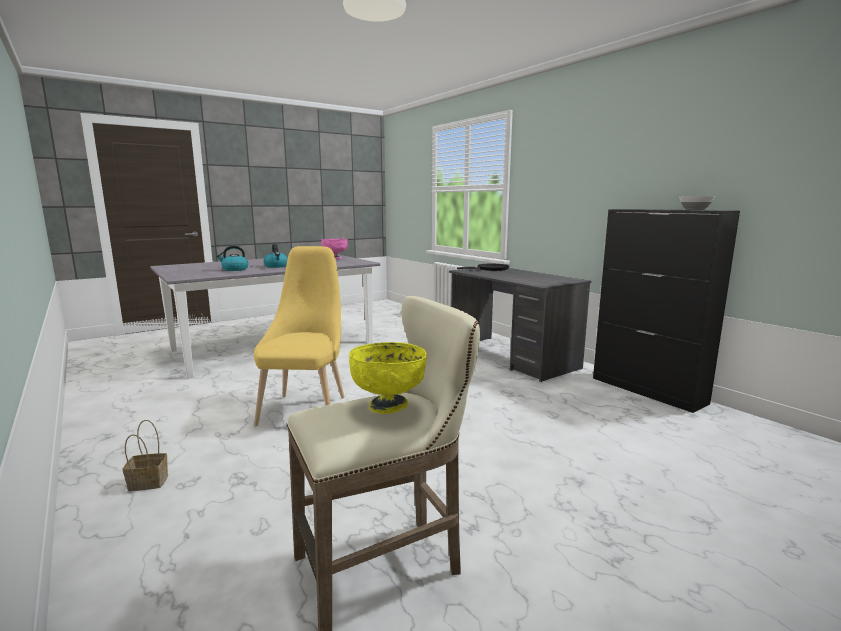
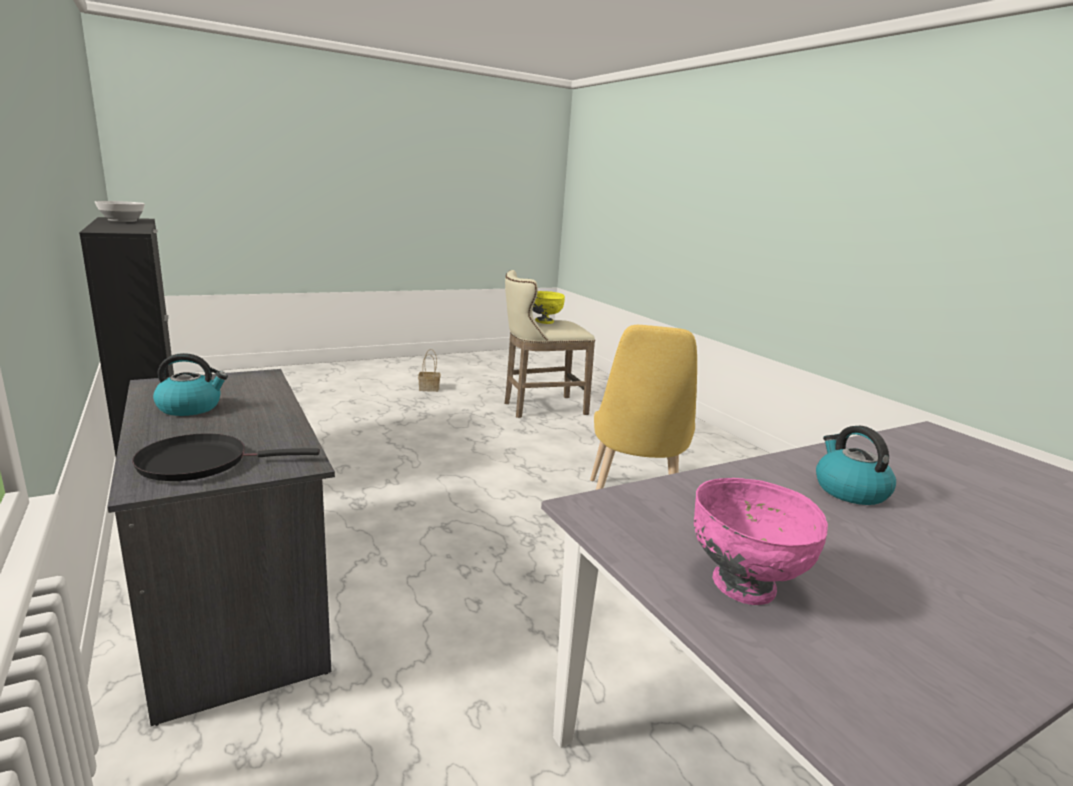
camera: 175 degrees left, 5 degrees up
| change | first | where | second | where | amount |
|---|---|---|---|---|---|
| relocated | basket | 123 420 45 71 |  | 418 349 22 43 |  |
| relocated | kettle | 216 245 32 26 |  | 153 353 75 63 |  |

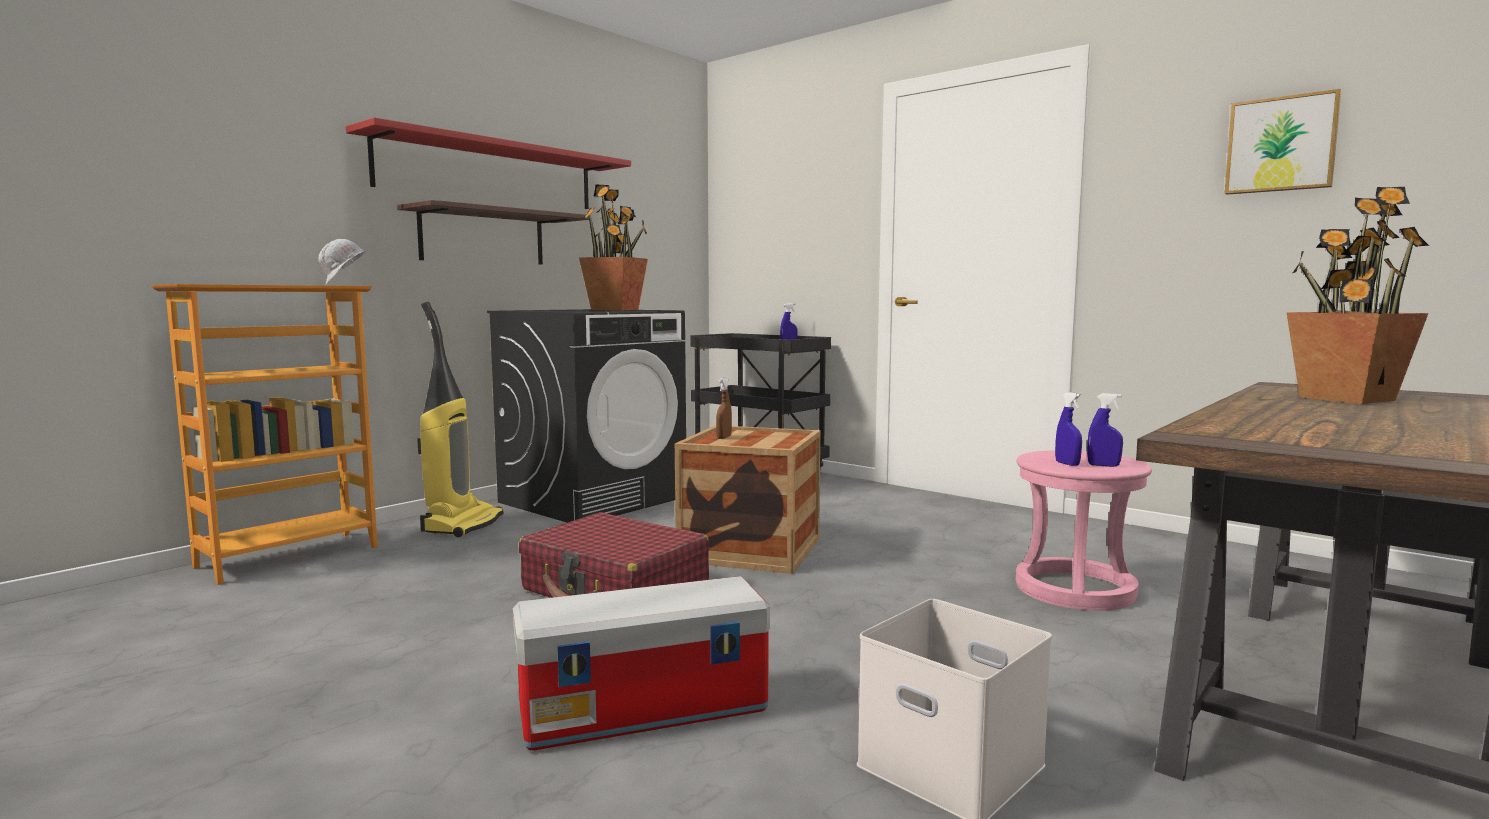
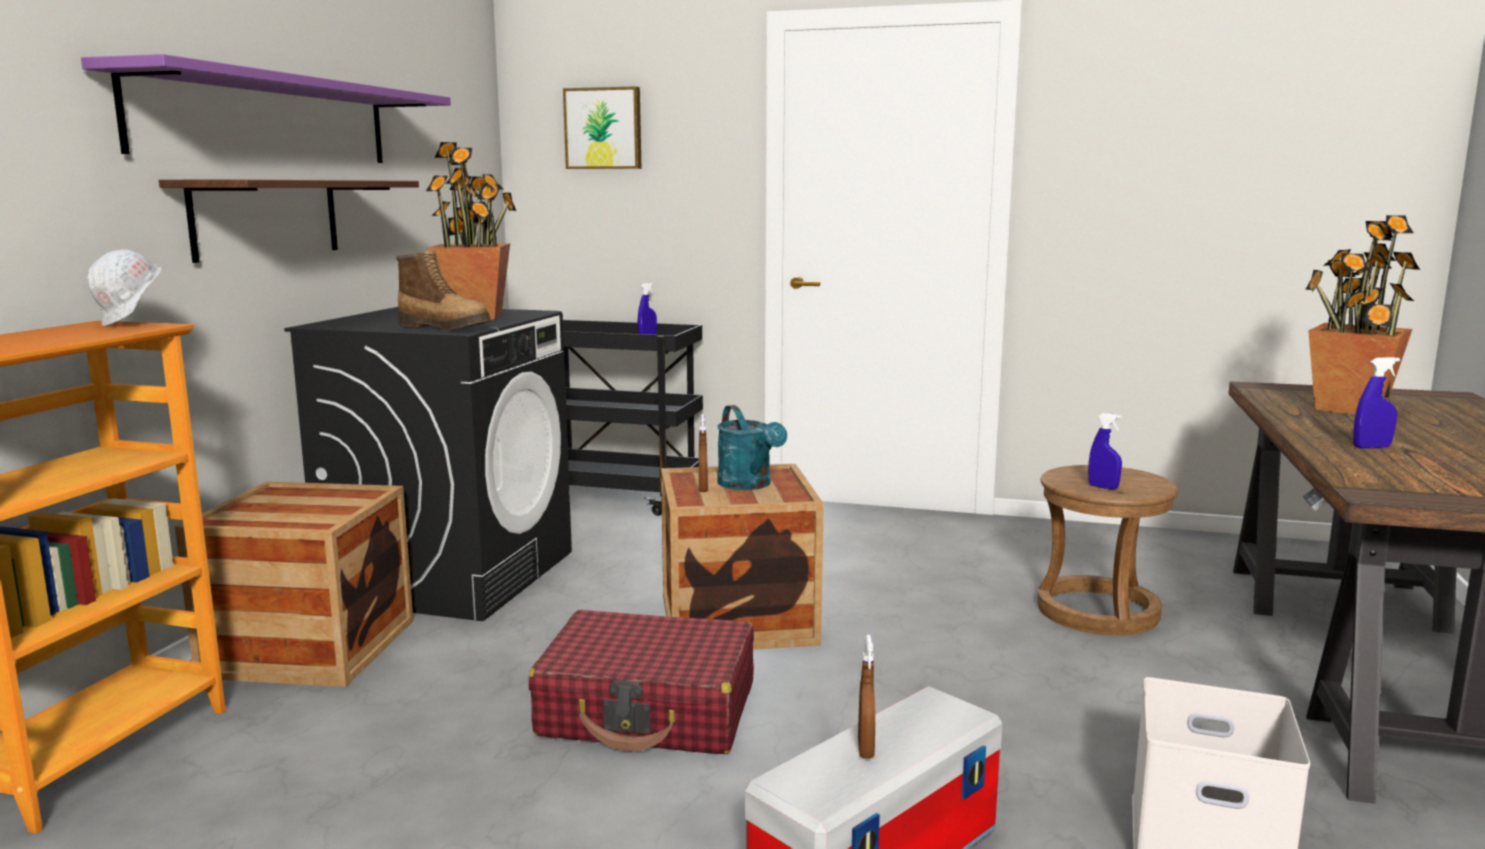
camera: 25 degrees left, 5 degrees up
| change | first | where | second | where | amount |
|---|---|---|---|---|---|
| colour | red_shelf | 346 117 285 92 | purple_shelf | 81 54 370 109 |  |
| exchanged | vacuum_cleaner | 417 302 87 235 | crate | 175 481 238 206 |  |
| colour | pink_stool | 1016 450 136 161 | brown_stool | 1037 465 142 170 |  |
| relocated | blue_spray_bottle | 1087 393 36 74 |  | 1353 357 47 91 |  |
| relocated | picture | 1224 89 117 106 |  | 563 86 79 83 |  |
| appeared |  |  | boot | 396 251 95 79 |  |
| appeared |  |  | turquoise_watering_can | 717 405 70 85 |  |
| appeared |  |  | brown_spray_bottle | 858 635 17 124 |  |

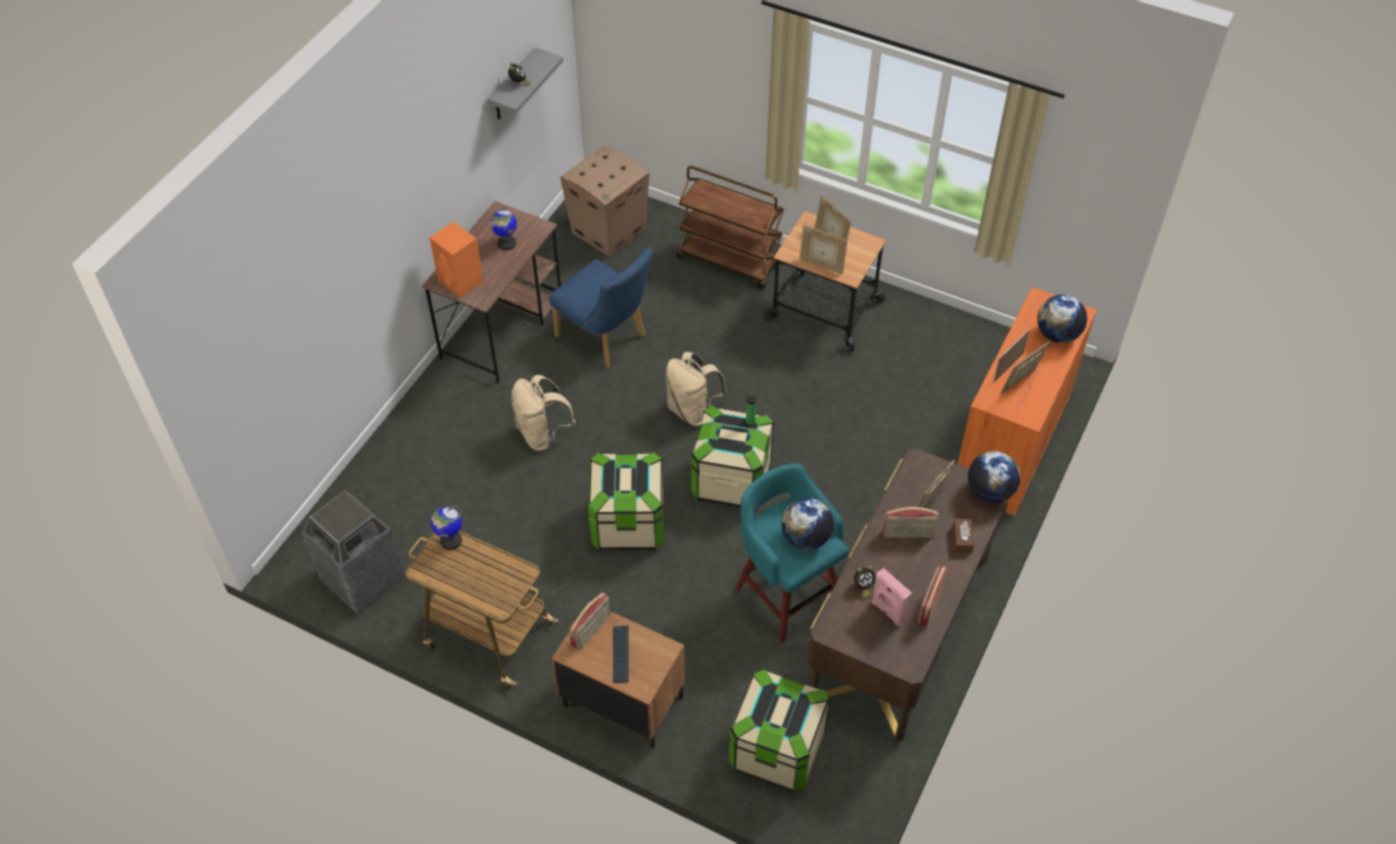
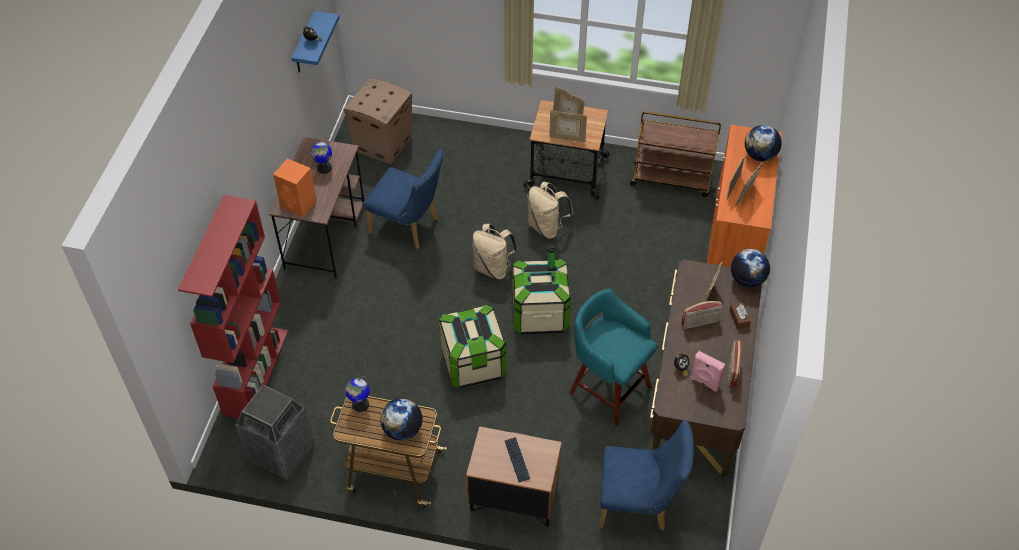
camera: 15 degrees left, 0 degrees up
| change | first | where | second | where | amount |
|---|---|---|---|---|---|
| colour | grey_shelf | 487 47 76 73 | blue_shelf | 291 11 48 62 |  |
| relocated | beige_backpack | 511 375 65 76 |  | 528 182 45 57 |  |
| missing | radio | 569 592 42 58 |  |  |  |
| relocated | brown_cart | 676 166 108 124 |  | 630 112 91 85 |  |
| exchanged | storage_box | 729 669 101 123 | blue_chair | 599 420 95 110 |  |
| relocated | globe | 781 498 53 52 |  | 380 398 43 42 |  |
| appeared |  |  | red_bookcase | 178 195 110 223 |  |

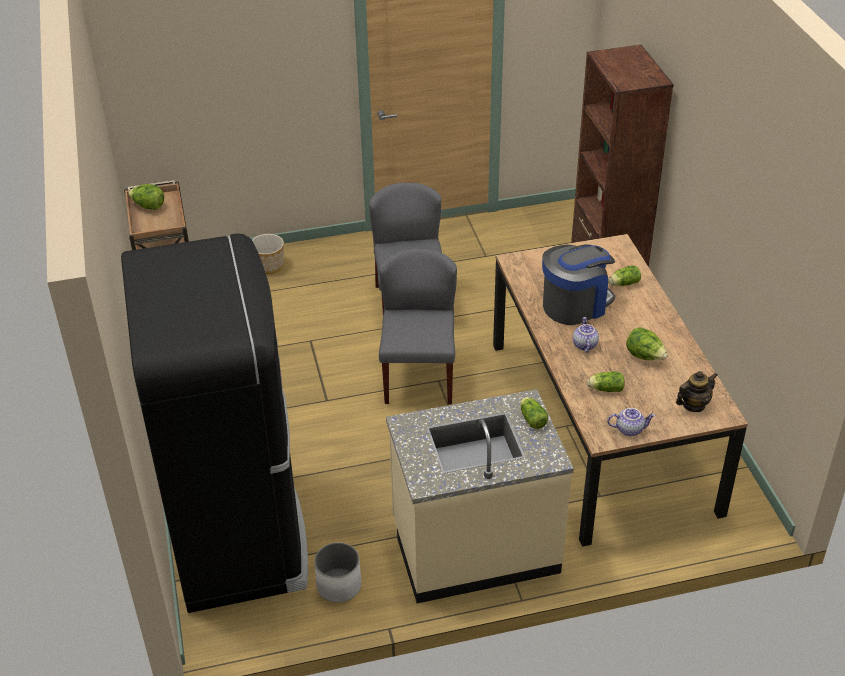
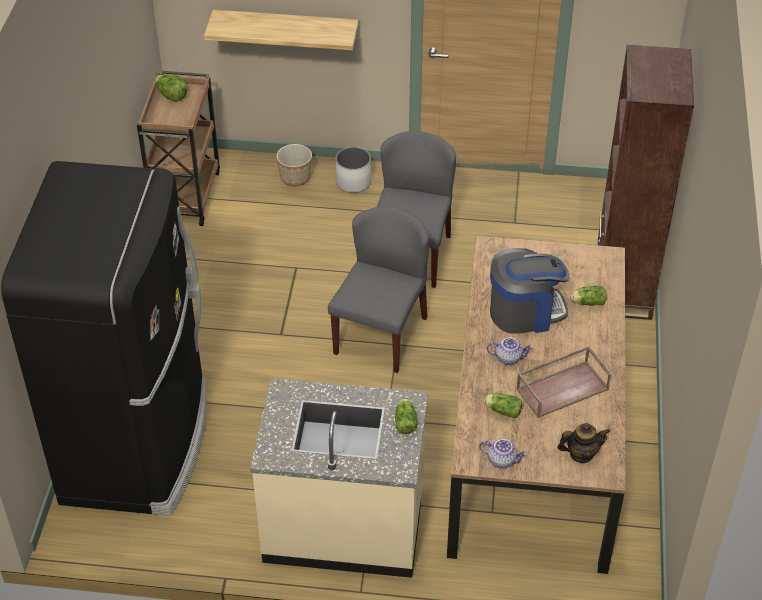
camera: 20 degrees right, 5 degrees up
| change | first | where | second | where | amount |
|---|---|---|---|---|---|
| relocated | white_planter | 314 542 47 60 |  | 336 147 35 46 |  |
| spun | teapot | 573 317 26 36 |  | 487 337 46 28 | 75 degrees clockwise |
| exchanged | lettuce | 626 327 42 33 | brown_tray | 516 346 95 72 |  |
| appeared |  |  | shelf | 204 10 155 40 |  |

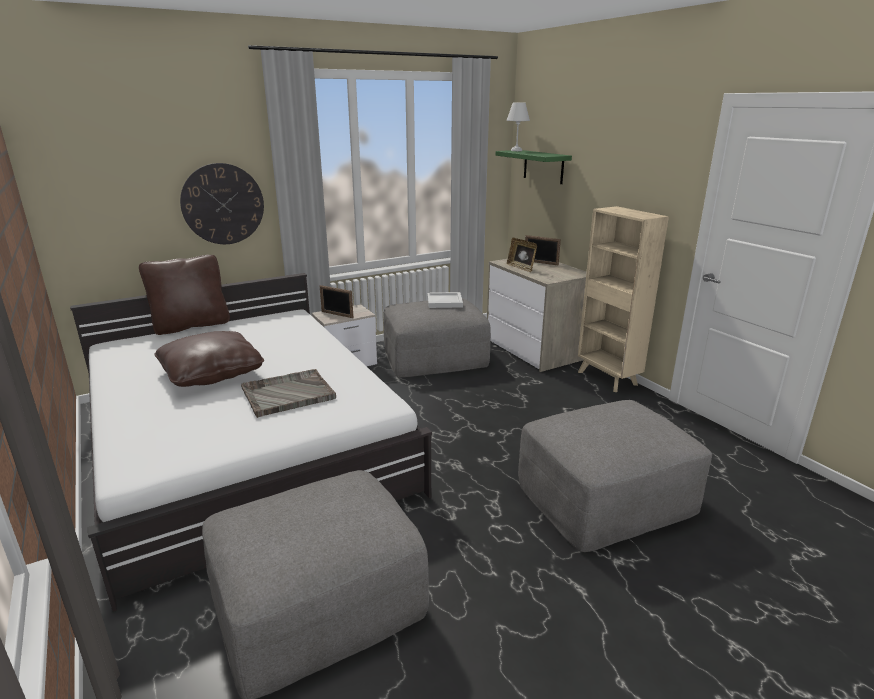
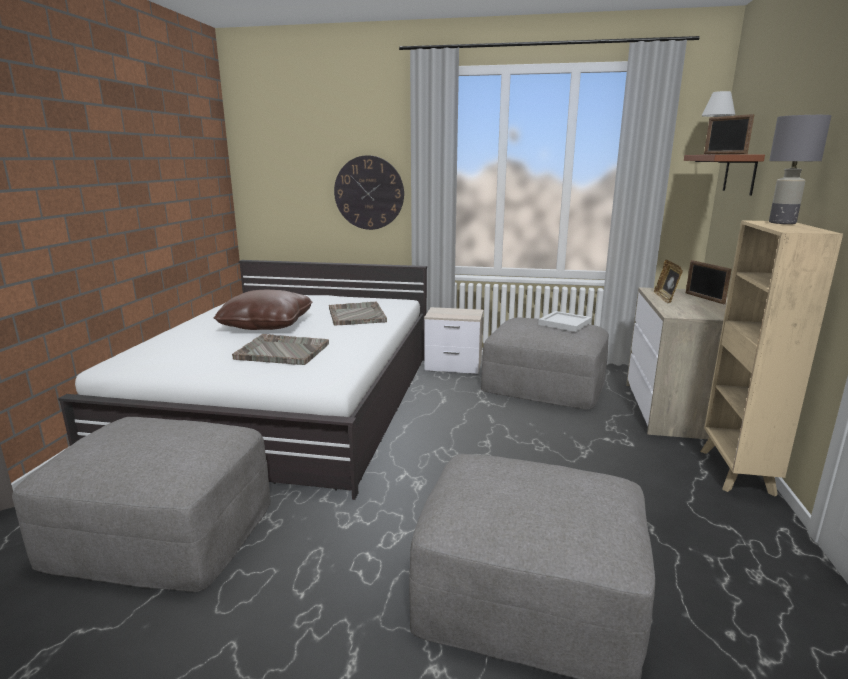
camera: 40 degrees right, 5 degrees down
| change | first | where | second | where | amount |
|---|---|---|---|---|---|
| missing | brown_pillow | 139 255 91 80 |  |  |  |
| relocated | picture_frame | 320 285 34 33 |  | 704 114 51 41 |  |
| colour | green_shelf | 496 150 76 34 | brown_shelf | 684 155 81 40 |  |
| appeared |  |  | grey_tray | 329 302 58 24 |  |
| appeared |  |  | grey_table_lamp | 769 115 63 109 |  |

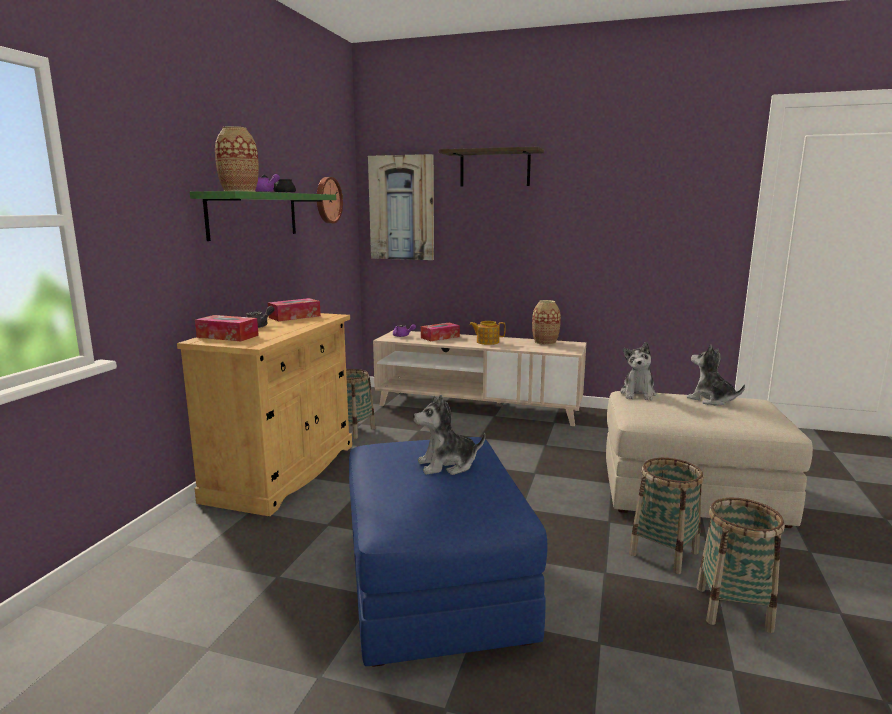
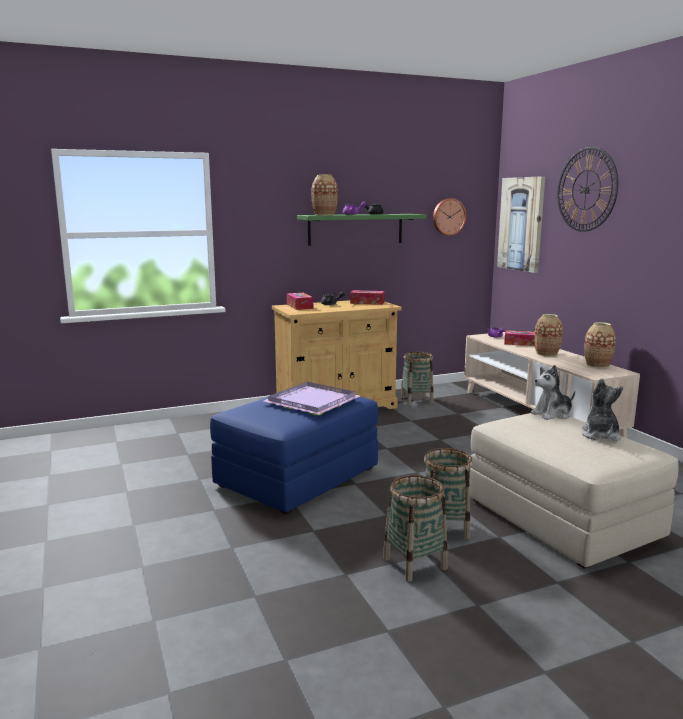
camera: 50 degrees right, 0 degrees up
| change | first | where | second | where | amount |
|---|---|---|---|---|---|
| exchanged | plush_toy | 413 395 72 80 | purple_tray | 264 382 96 33 |  |
| exchanged | shelf | 438 147 106 40 | wall_clock | 557 147 61 85 |  |
| exchanged | teapot | 469 321 37 24 | vase | 534 314 29 43 |  |

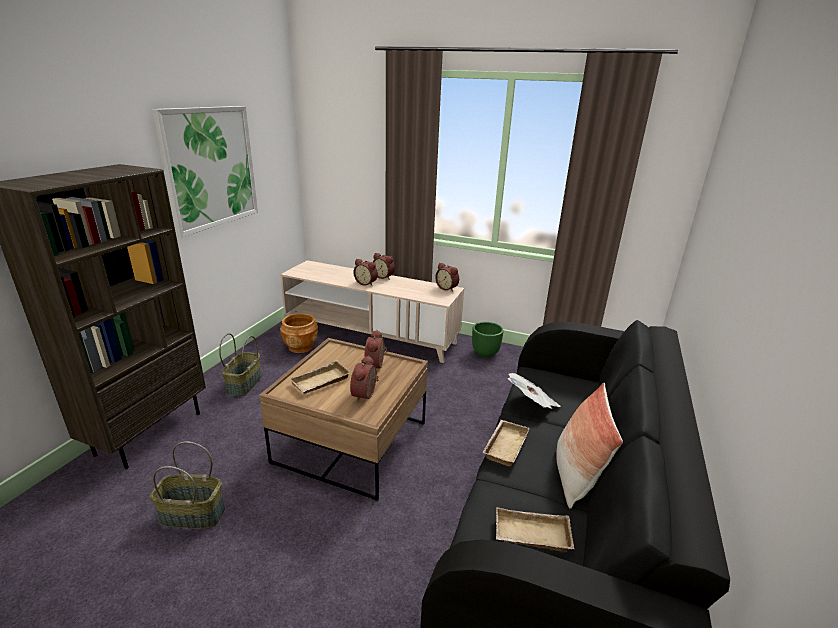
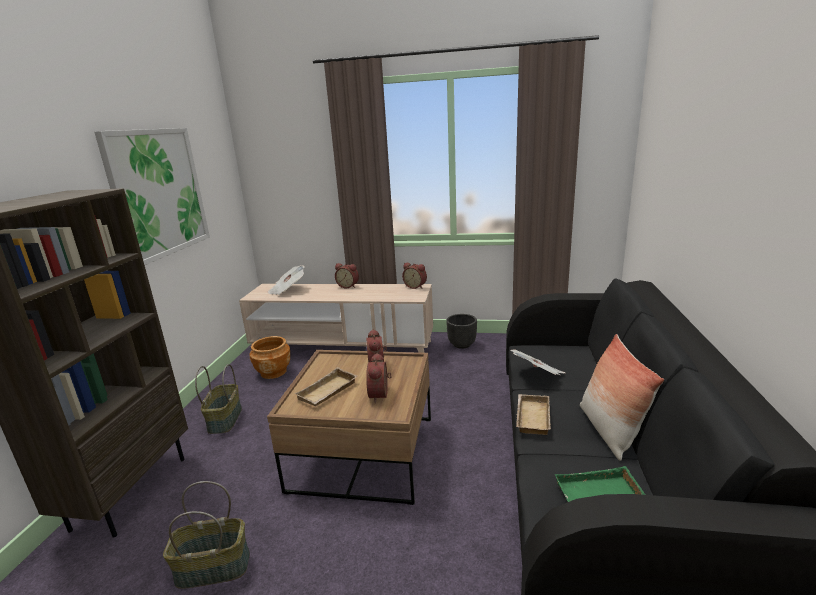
camera: 10 degrees left, 5 degrees down
| change | first | where | second | where | amount |
|---|---|---|---|---|---|
| missing | alarm_clock | 354 259 24 27 |  |  |  |
| colour | green_planter | 472 322 32 35 | black_planter | 446 314 31 35 |  |
| colour | beige_tray | 496 507 78 45 | green_tray | 554 466 92 36 |  |
| appeared |  |  | newspaper | 267 265 38 30 |  |

